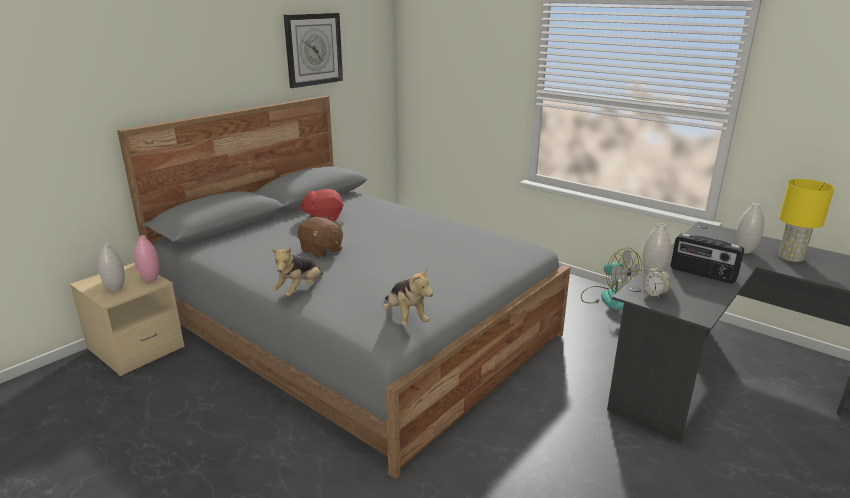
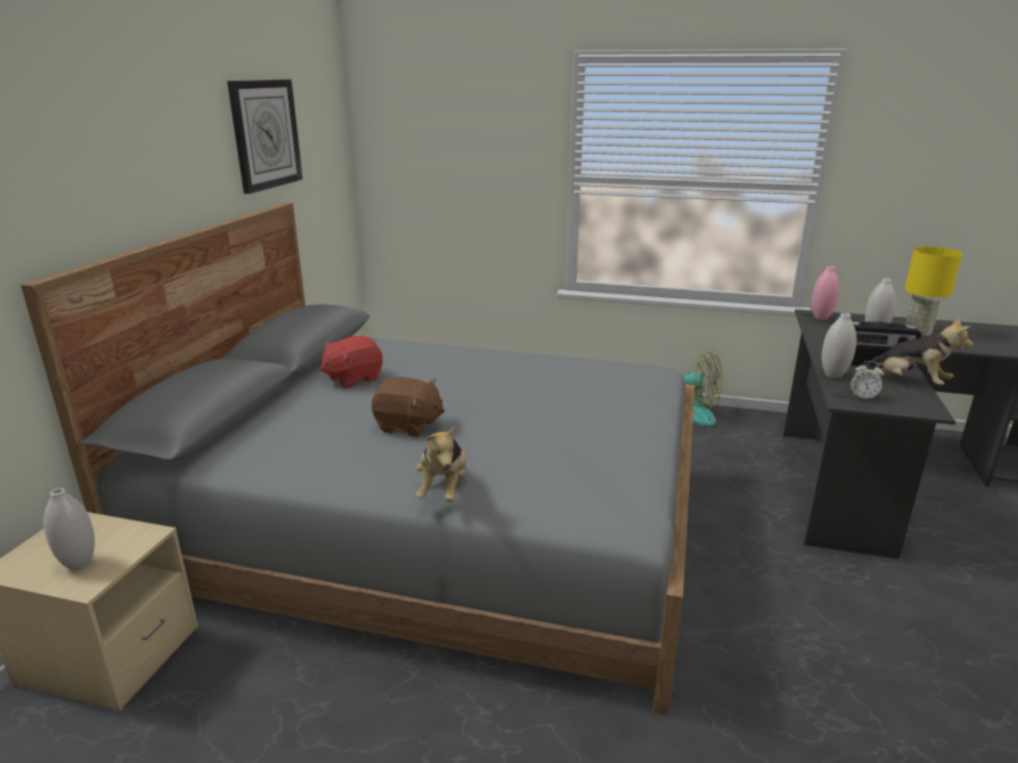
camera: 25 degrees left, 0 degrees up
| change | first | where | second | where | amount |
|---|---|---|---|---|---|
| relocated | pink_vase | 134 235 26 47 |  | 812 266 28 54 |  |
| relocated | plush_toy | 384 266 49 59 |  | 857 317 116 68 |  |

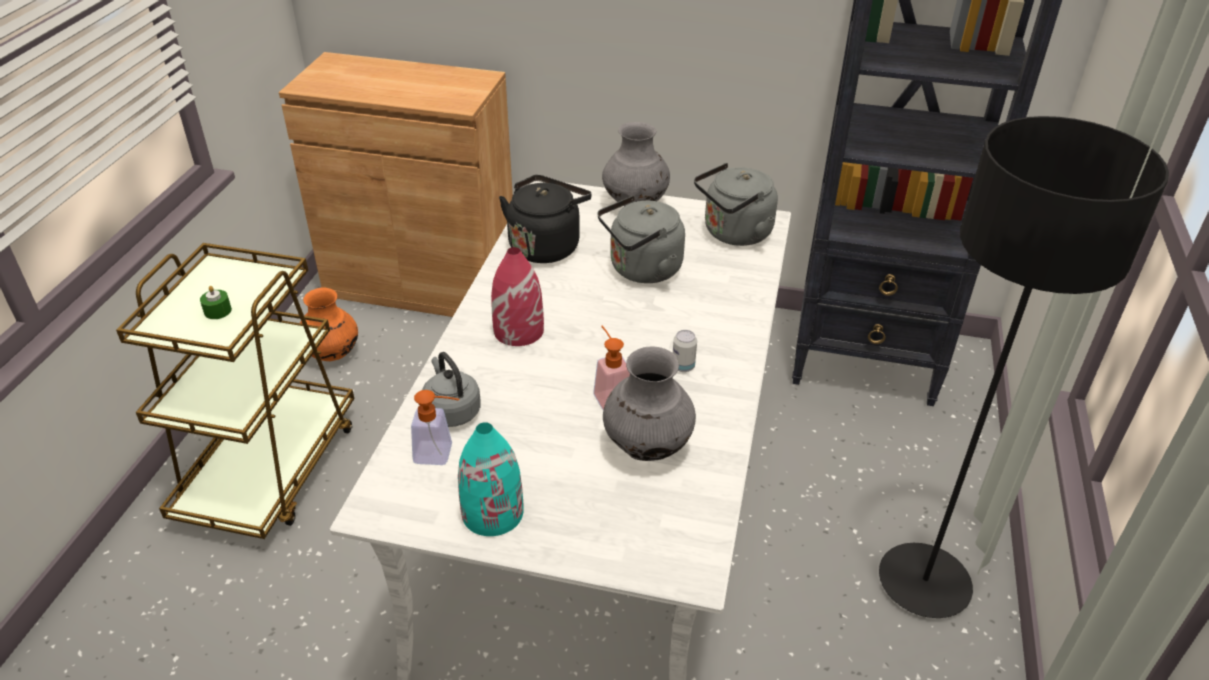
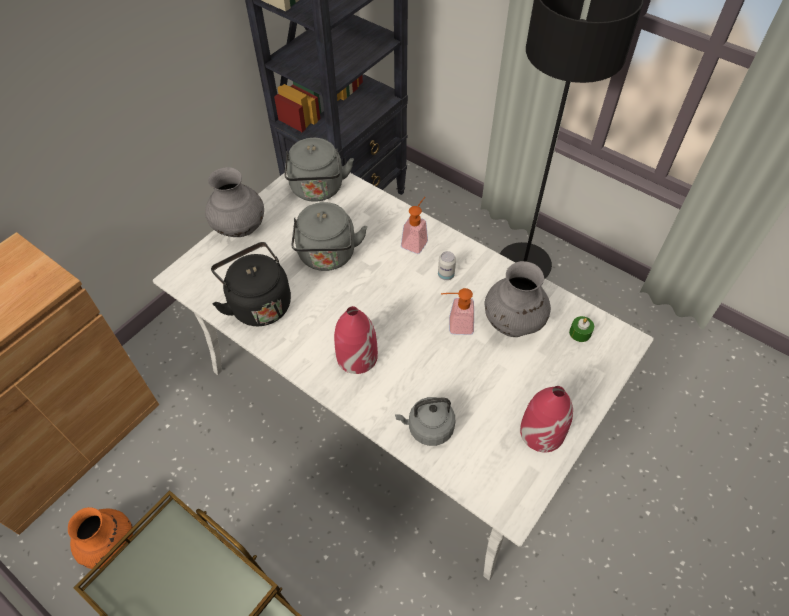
camera: 65 degrees left, 15 degrees up
| change | first | where | second | where | amount |
|---|---|---|---|---|---|
| relocated | green_candle | 200 286 32 33 |  | 569 316 25 26 |  |
| relocated | soap_dispenser | 411 390 48 75 |  | 401 197 27 57 |  |
| colour | turquoise_vase | 458 422 65 114 | red_vase | 520 386 53 66 |  |

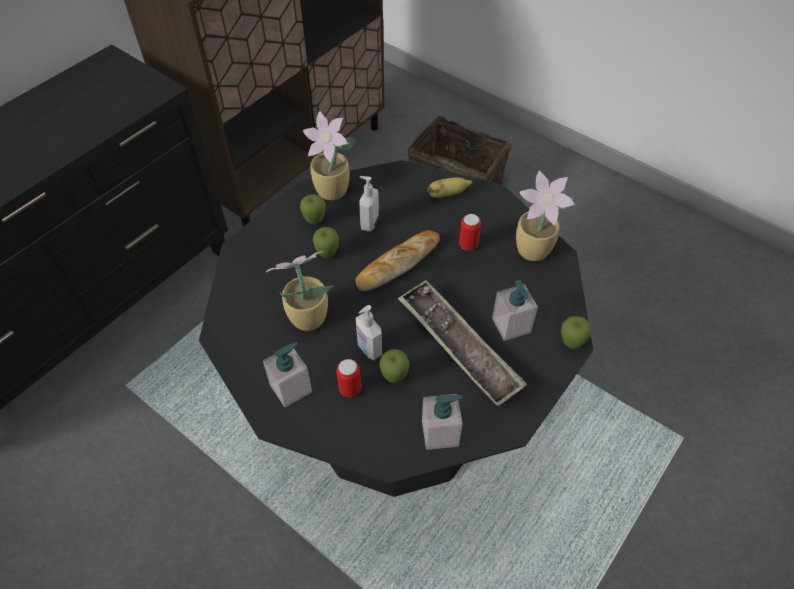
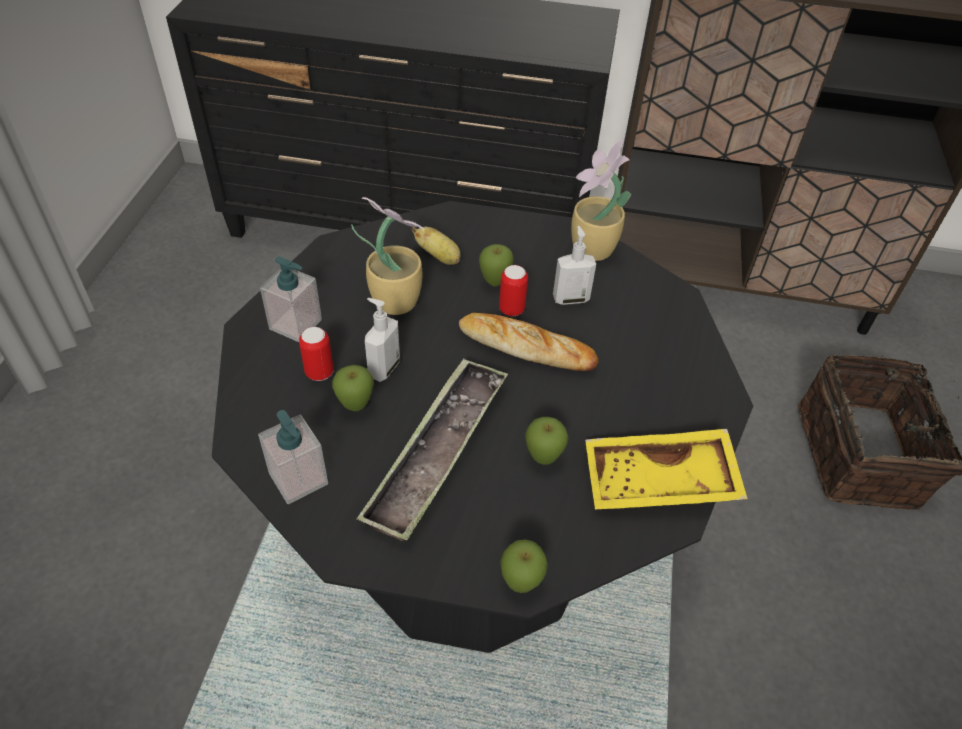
camera: 60 degrees right, 5 degrees down
| change | first | where | second | where | amount |
|---|---|---|---|---|---|
| relocated | apple | 300 194 26 30 |  | 525 417 44 48 |  |
| relocated | banana | 427 177 45 21 |  | 411 227 50 38 |  |
| relocated | can | 459 214 22 36 |  | 499 265 29 51 |  |
| missing | soap_dispenser | 492 280 46 61 |  |  |  |
| exchanged | potted_plant | 516 170 59 91 | yellow_tray | 585 429 163 81 |  |

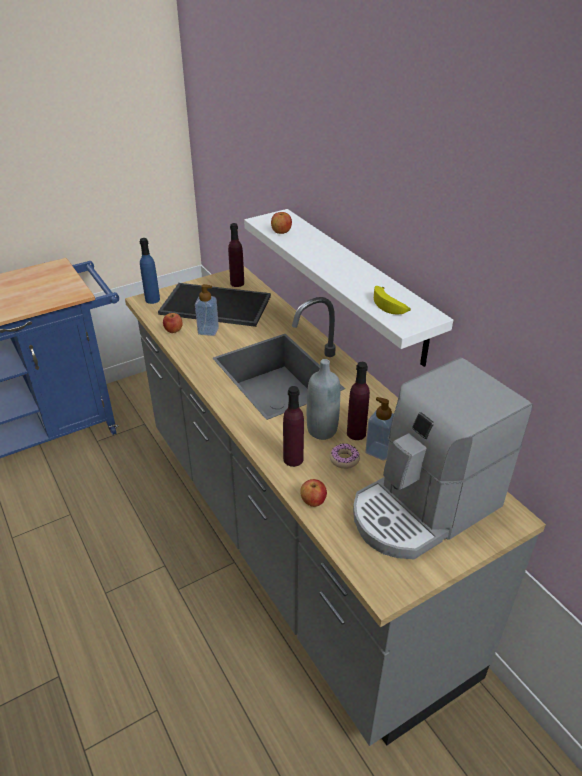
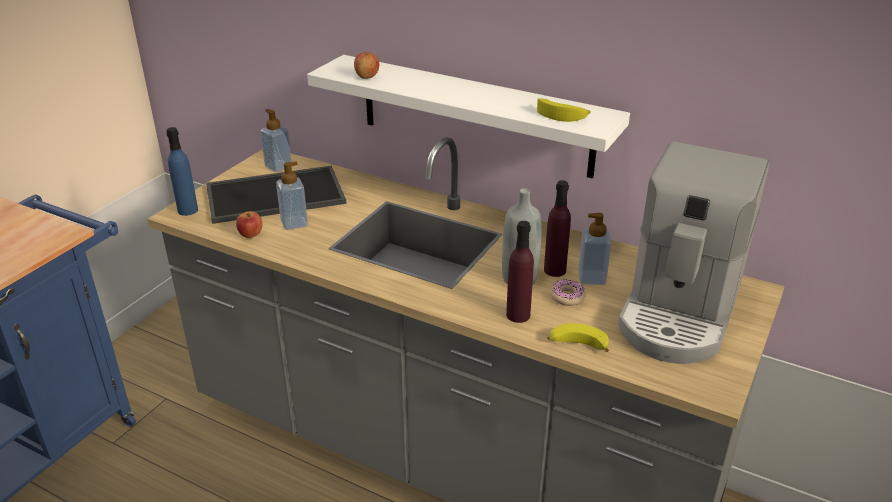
camera: 30 degrees left, 5 degrees down
| change | first | where | second | where | amount |
|---|---|---|---|---|---|
| exchanged | purple_bottle | 228 223 16 64 | soap_dispenser | 260 109 32 63 |  |
| exchanged | apple | 300 479 27 28 | banana | 547 323 62 29 |  |

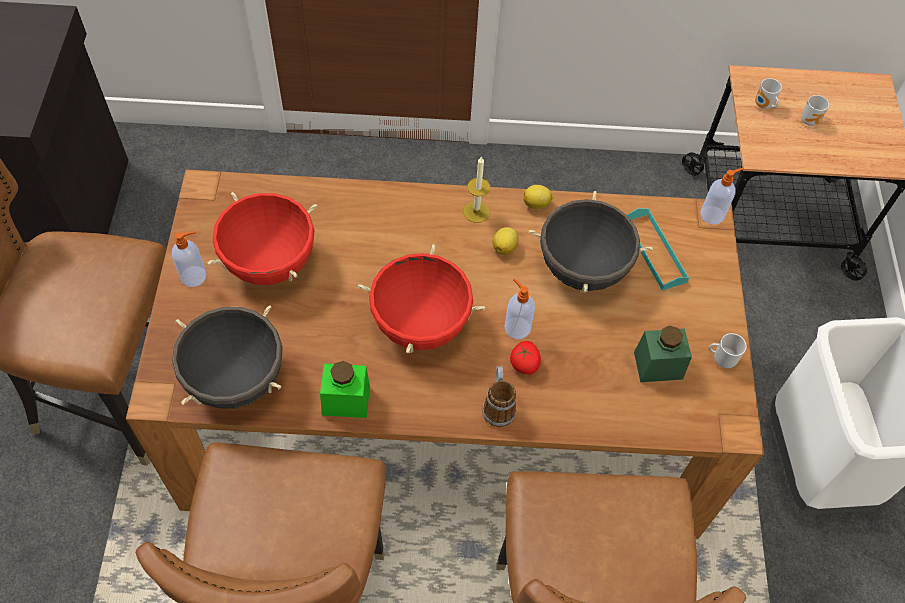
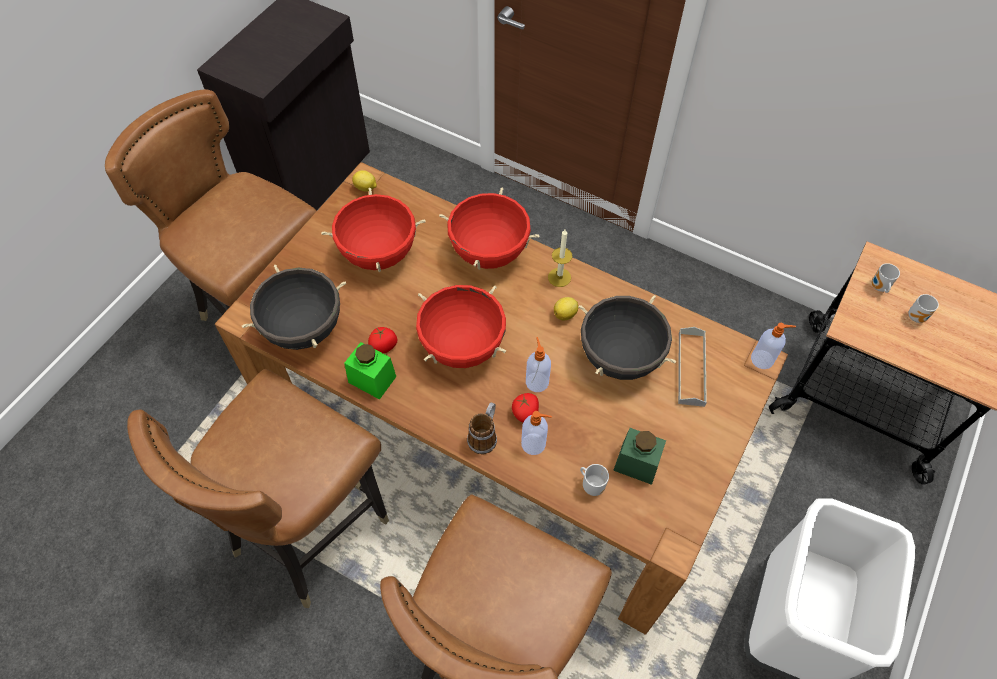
camera: 30 degrees right, 0 degrees up
| change | first | where | second | where | amount |
|---|---|---|---|---|---|
| relocated | soap_dispenser | 172 231 34 56 |  | 521 411 31 44 |  |
| relocated | lemon | 523 185 31 24 |  | 352 170 25 22 |  |
| colour | turquoise_tray | 627 208 62 83 | grey_tray | 678 327 29 80 |  |
| relocated | mug | 709 333 38 35 |  | 580 464 29 32 |  |
| appeared |  |  | tomato | 368 327 30 27 |  |
| appeared |  |  | red_cooking_pot | 439 187 101 83 |  |

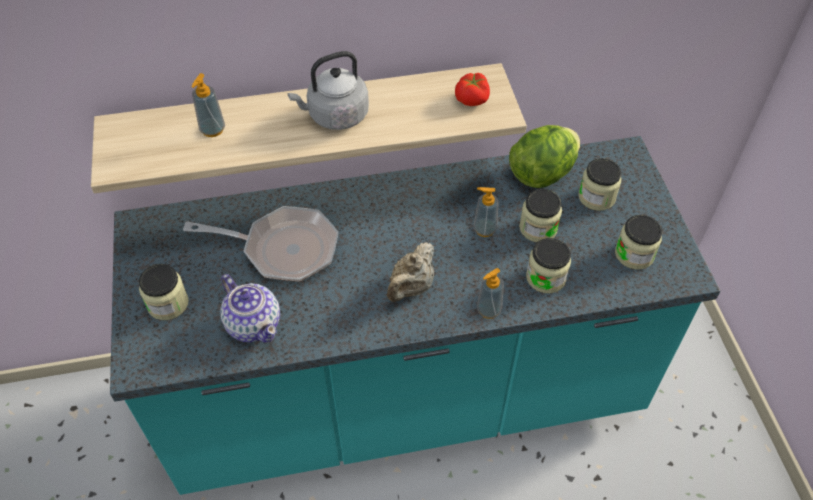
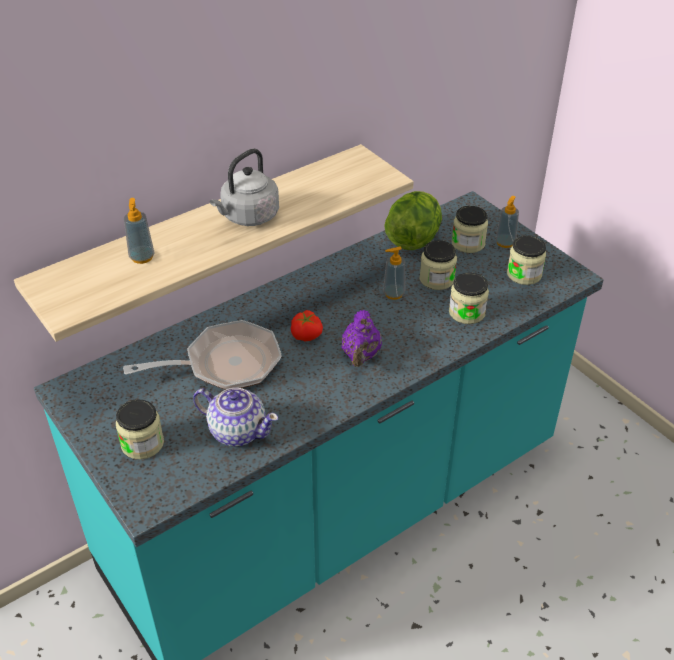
camera: 25 degrees left, 10 degrees down
| change | first | where | second | where | amount |
|---|---|---|---|---|---|
| colour | beige_teapot | 387 242 47 60 | purple_teapot | 341 310 41 57 |  |
| relocated | tomato | 455 73 35 33 |  | 291 310 32 31 |  |
| relocated | soap_dispenser | 477 268 27 51 |  | 495 196 24 52 |  |

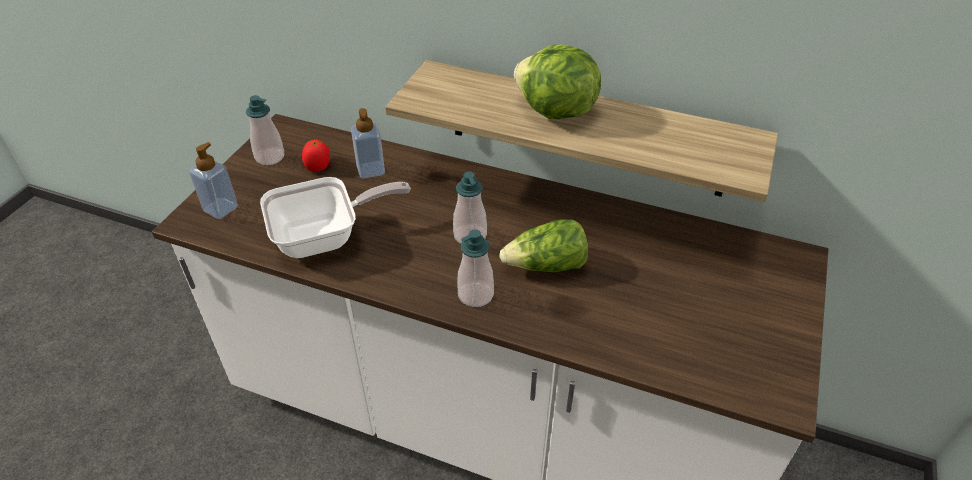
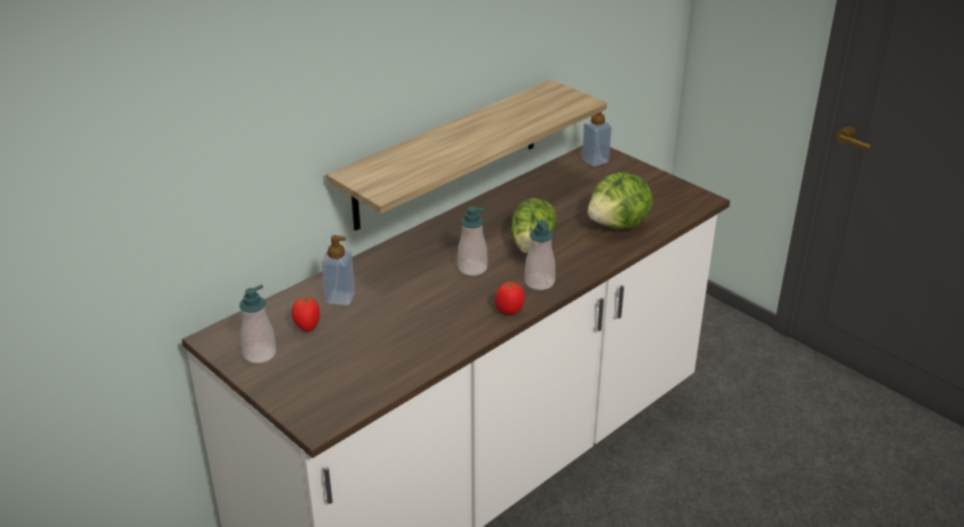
camera: 65 degrees left, 10 degrees down
| change | first | where | second | where | amount |
|---|---|---|---|---|---|
| relocated | soap_dispenser | 189 142 49 77 |  | 582 112 30 55 |  |
| missing | frying_pan | 260 177 151 81 |  |  |  |
| relocated | lettuce | 514 44 87 75 |  | 588 172 65 57 |  |
| appeared |  |  | tomato | 495 282 30 32 |  |

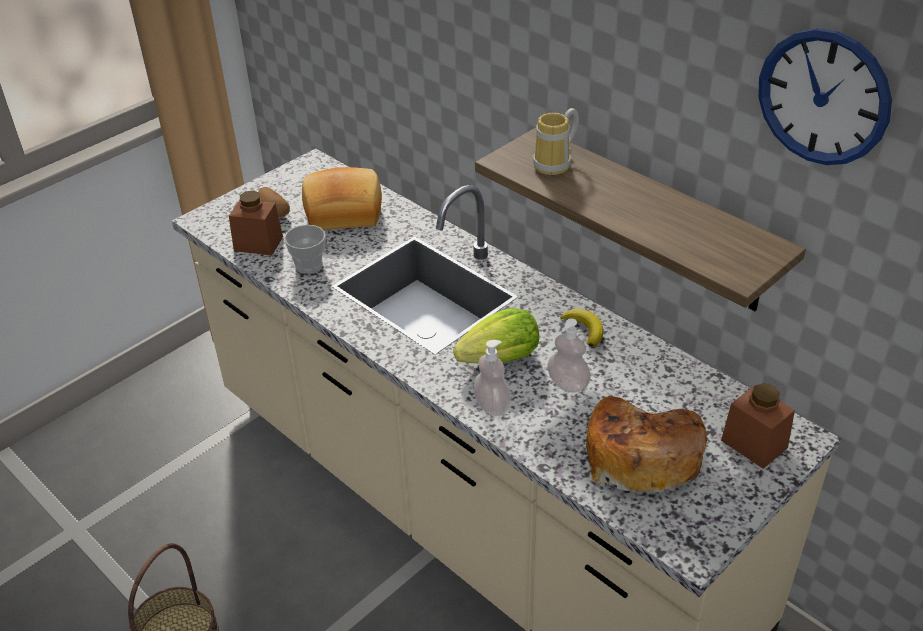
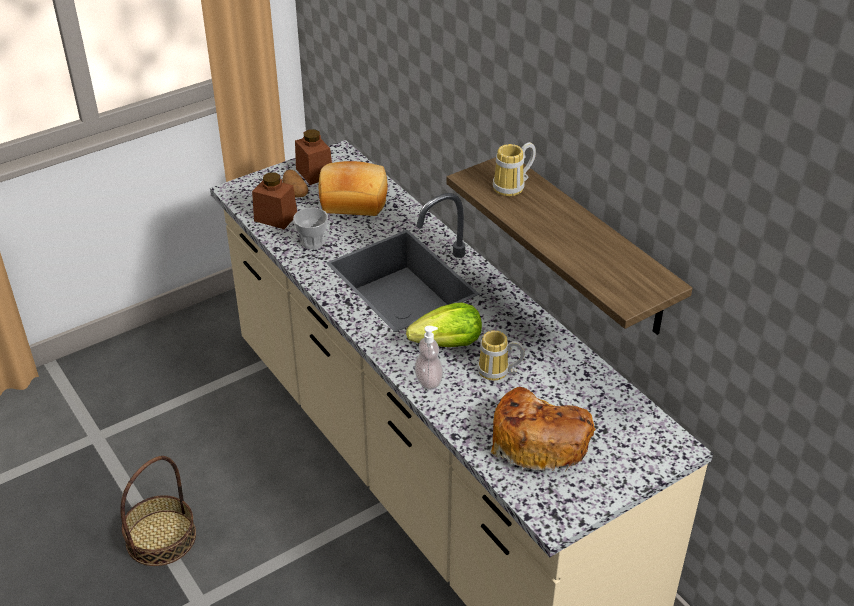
camera: 10 degrees right, 0 degrees up
| change | first | where | second | where | amount |
|---|---|---|---|---|---|
| exchanged | soap_dispenser | 547 318 44 74 | mug | 478 330 47 50 |  |
| missing | banana | 560 309 43 38 |  |  |  |
| relocated | brown_jar | 721 383 74 86 |  | 295 129 37 56 |  |
| missing | wall_clock | 758 28 134 137 |  |  |  |

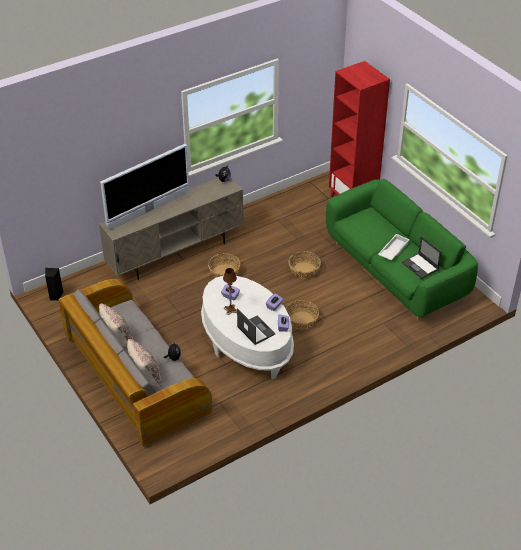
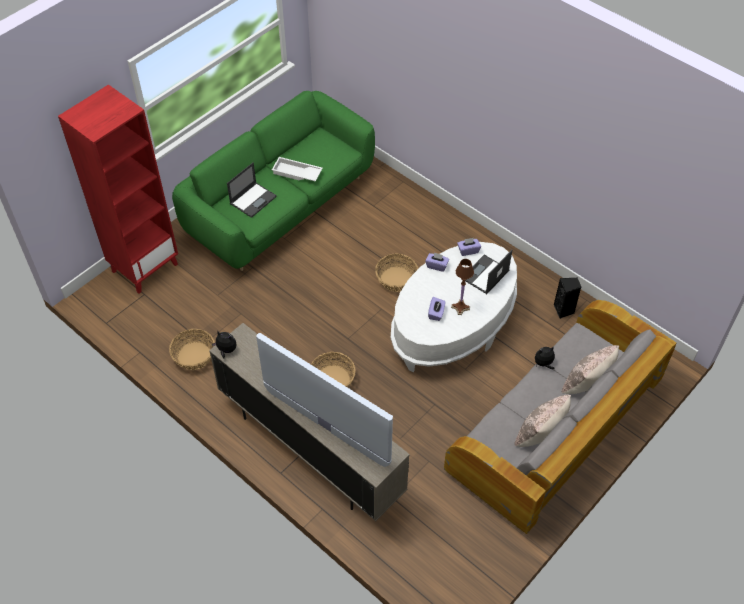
camera: 105 degrees left, 10 degrees up
| change | first | where | second | where | amount |
|---|---|---|---|---|---|
| relocated | black_speaker | 45 268 18 33 |  | 554 278 27 41 |  |
| relocated | basket | 289 251 32 27 |  | 169 329 46 41 |  |
| relocated | laptop | 402 236 39 43 |  | 227 162 50 56 |  |

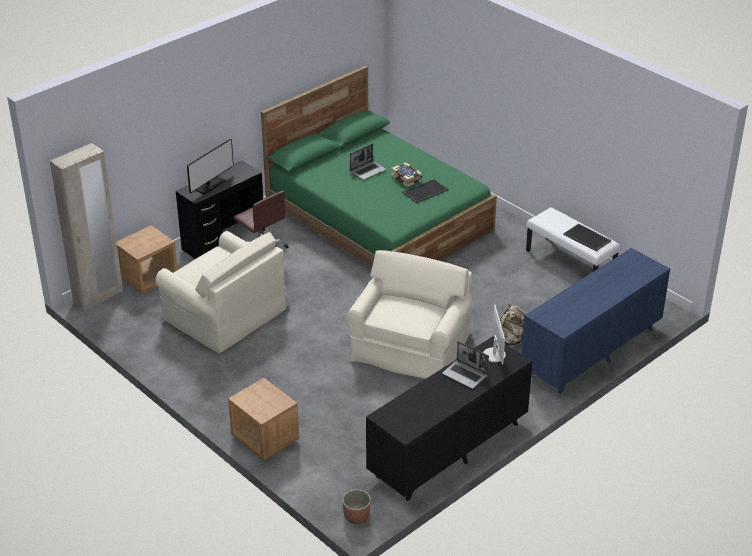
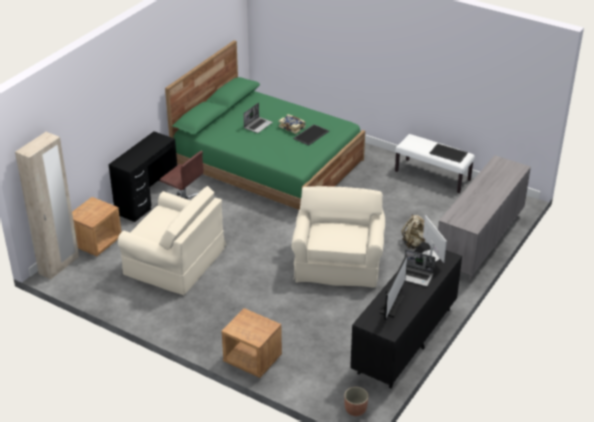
camera: 15 degrees left, 0 degrees up
| change | first | where | second | where | amount |
|---|---|---|---|---|---|
| relocated | monitor | 187 138 47 57 |  | 379 254 29 66 |  |
| colour | blue_dresser | 521 248 149 146 | grey_dresser | 438 155 93 125 |  |

